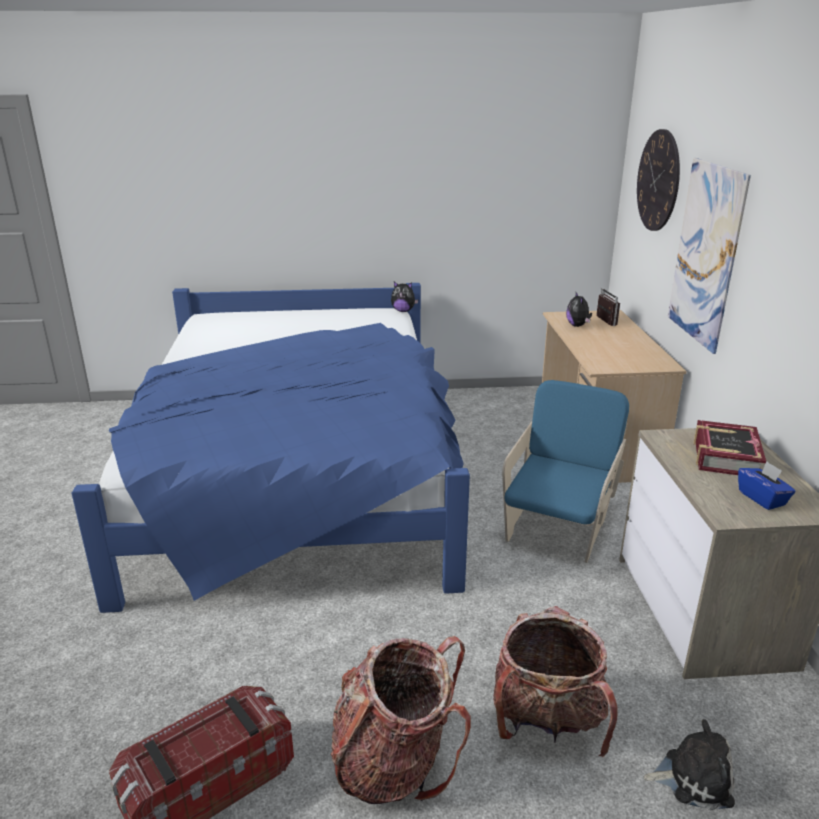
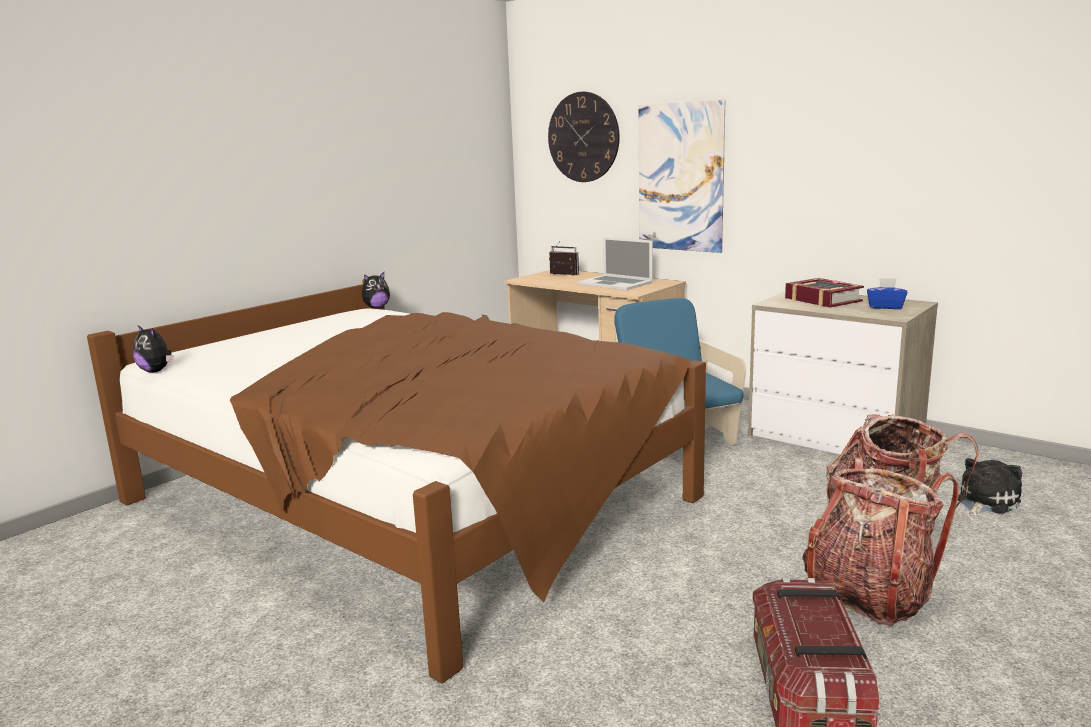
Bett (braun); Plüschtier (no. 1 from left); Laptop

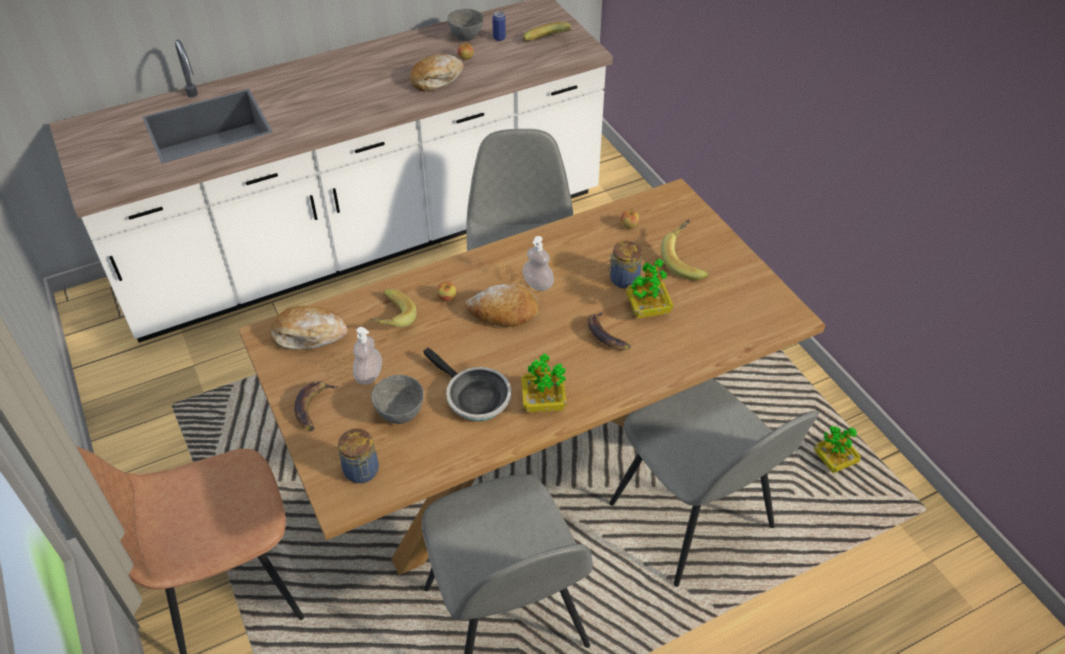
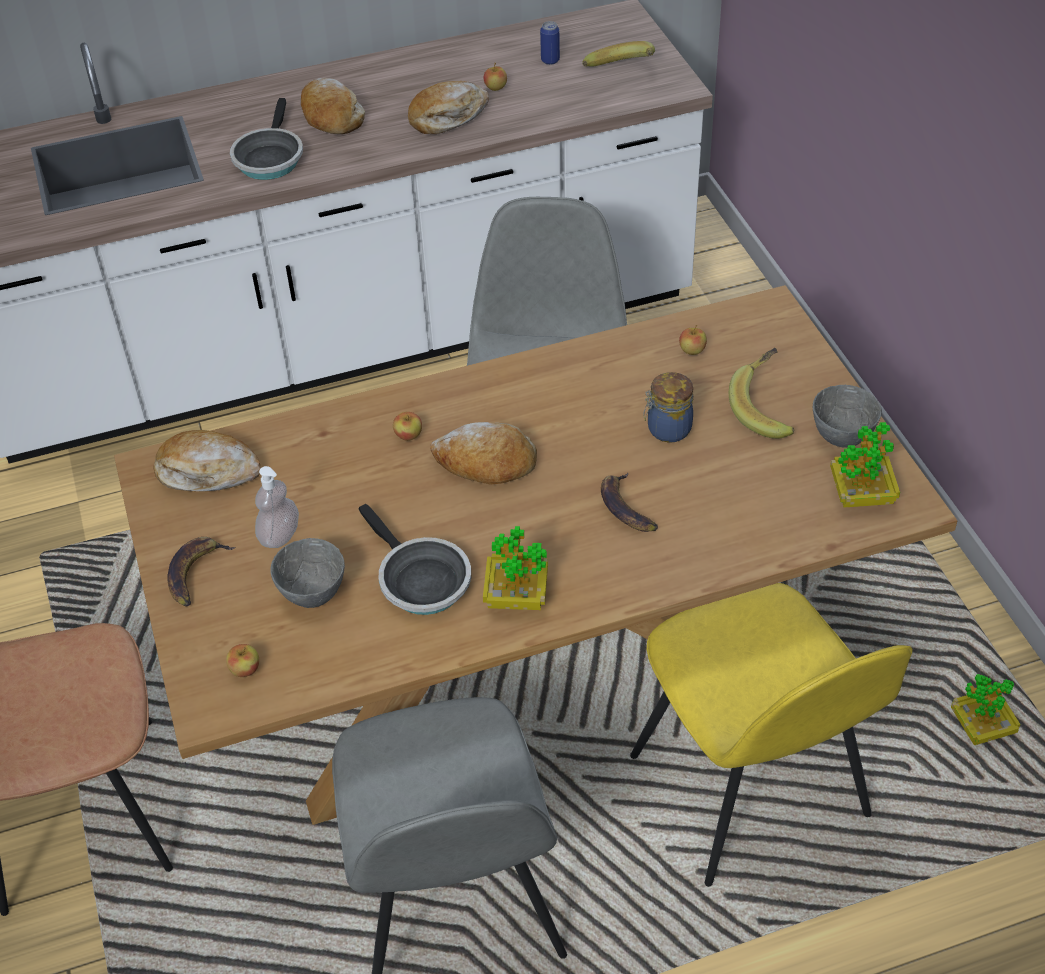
Apfel (no. 1 from left); Pfanne (no. 1 from left); Brot (no. 2 from left); Stuhl (gelb); Schüssel (grau) (no. 2 from left); Topfpflanze (no. 2 from left); Banane (no. 2 from left in the first image); Seifenspender (no. 2 from left in the first image)

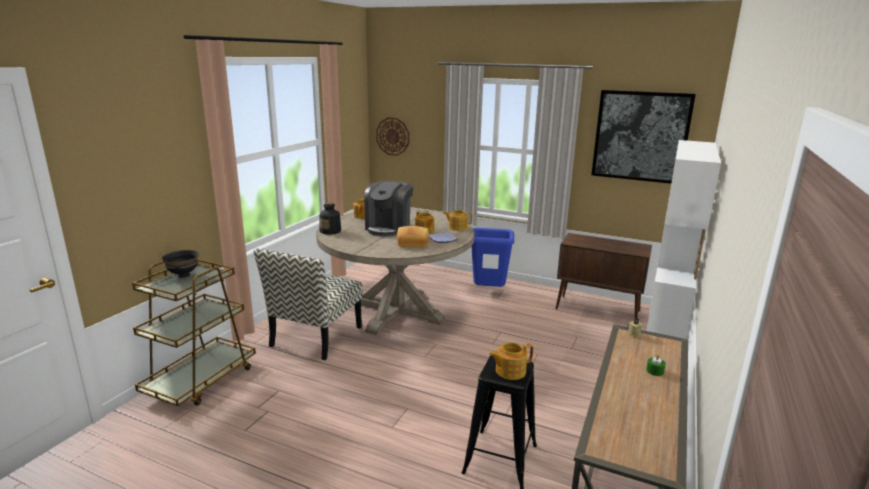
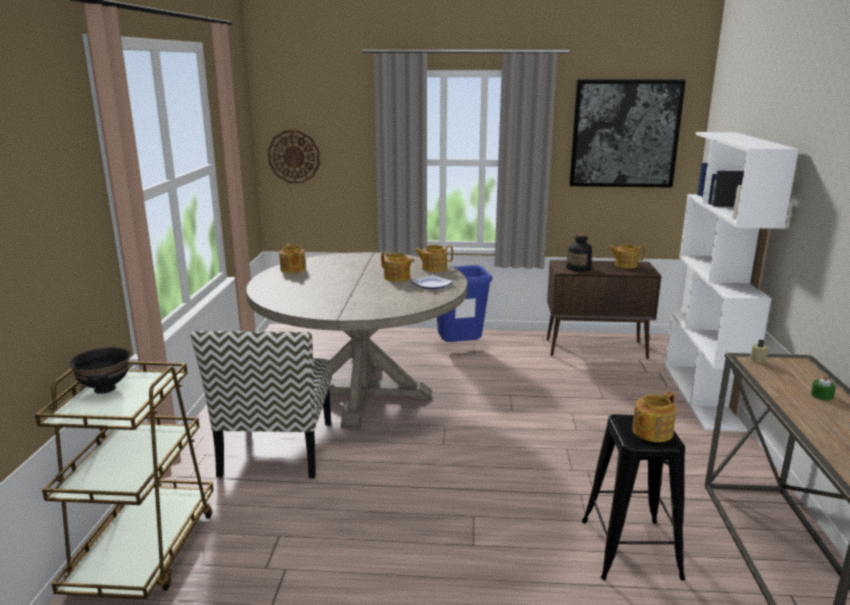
Flasche; Teekanne (no. 4 from left); Kaffeemaschine; Brot

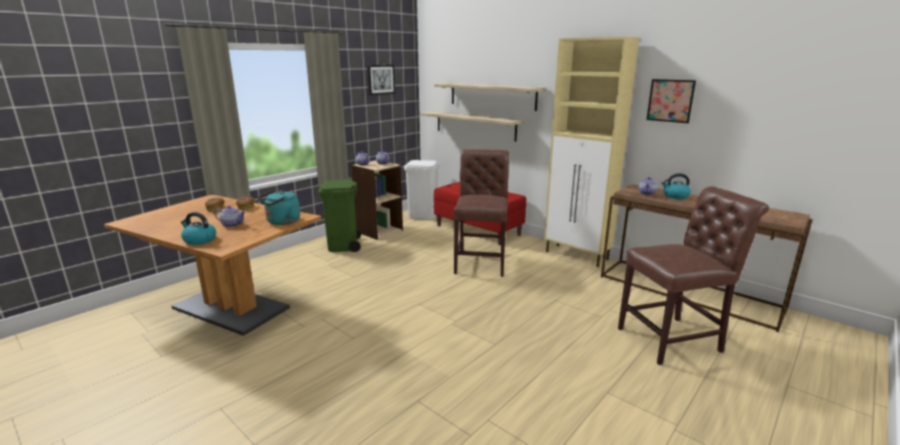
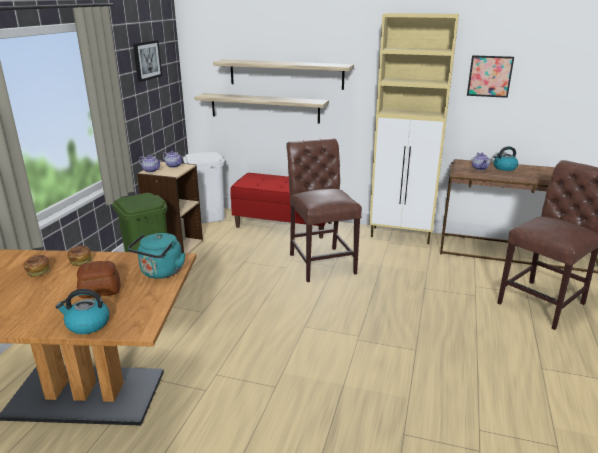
Brot (no. 3 from left)

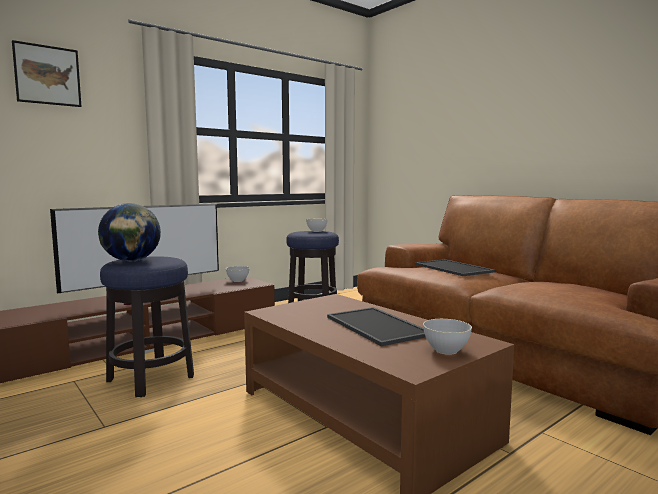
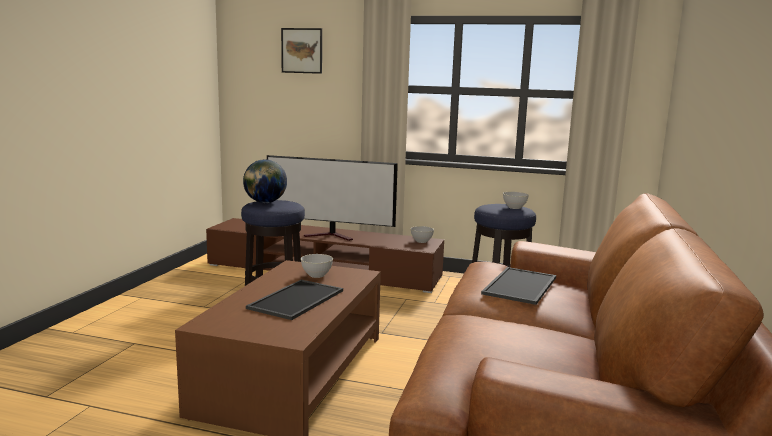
Schüssel (grau) (no. 1 from left)

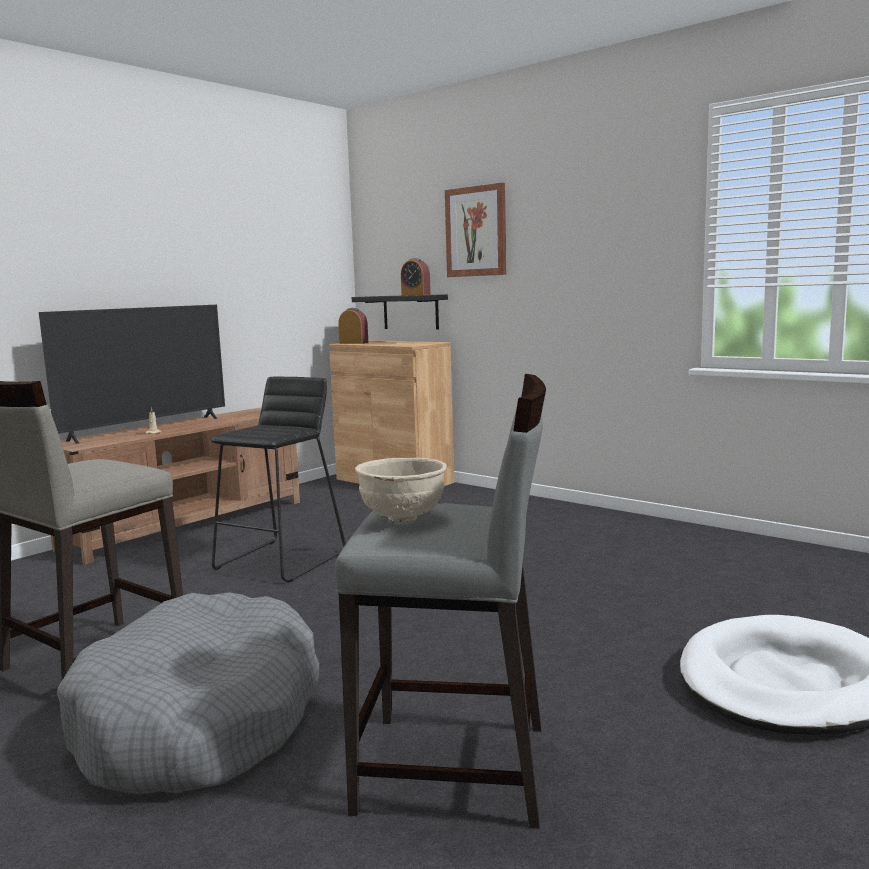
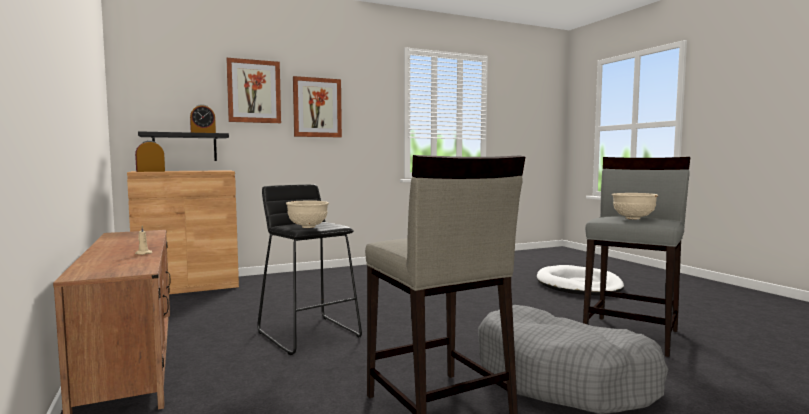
Schüssel (beige) (no. 1 from left); Bild (no. 2 from left); Fernseher

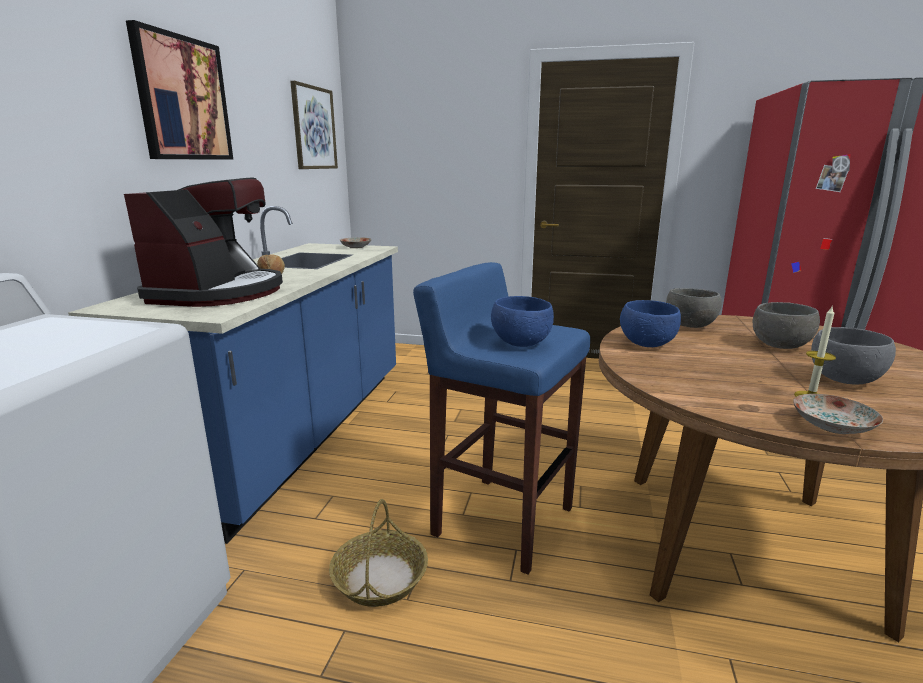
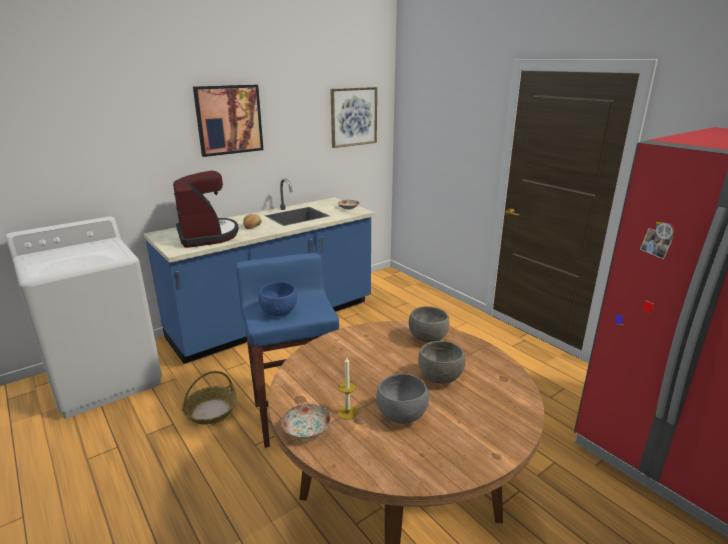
Kaffeemaschine; Schüssel (blau) (no. 2 from left in the first image)

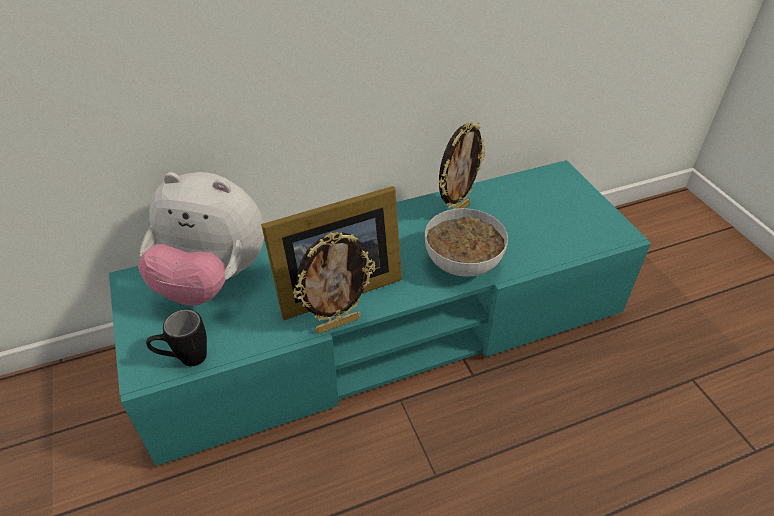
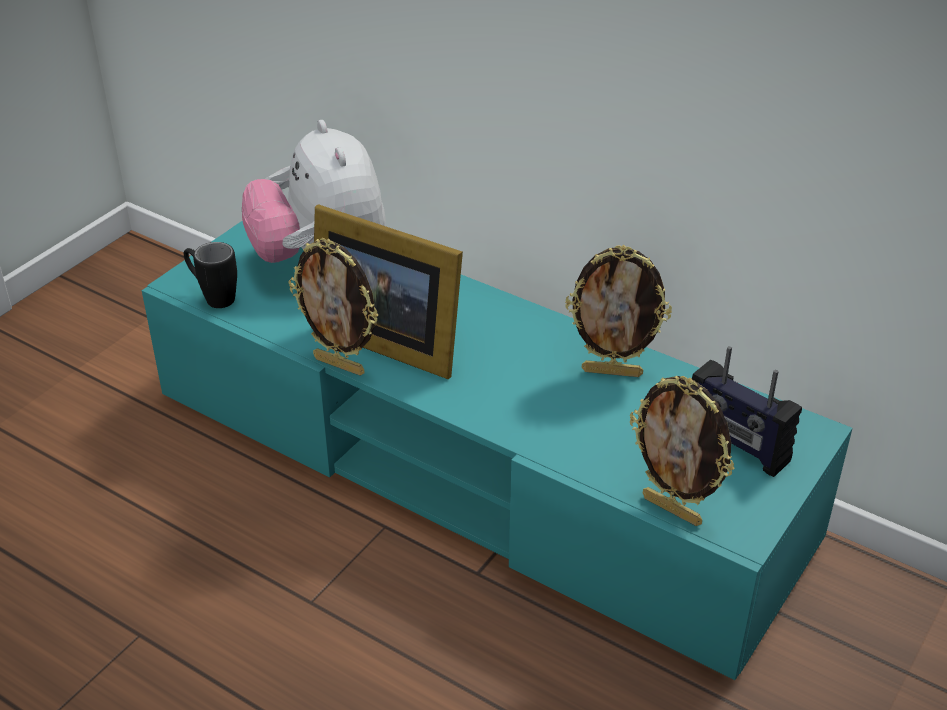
Bilderrahmen (no. 4 from left); Radio; Schüssel

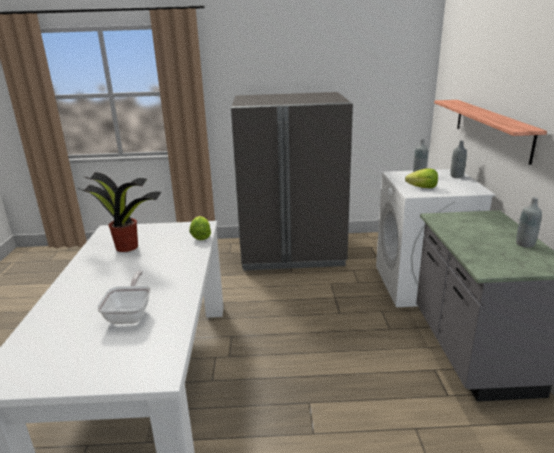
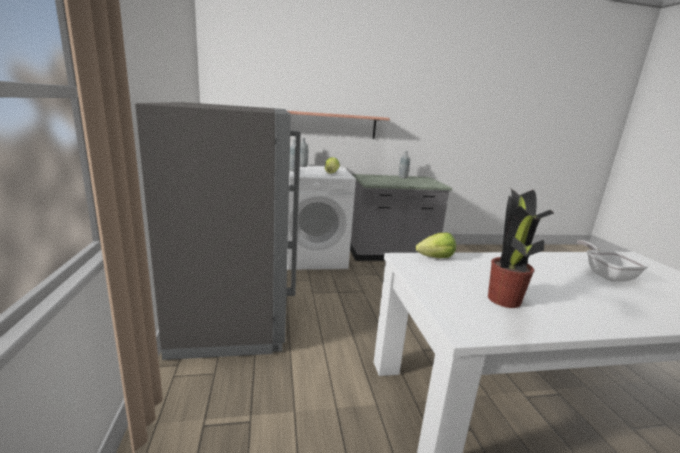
Pfanne

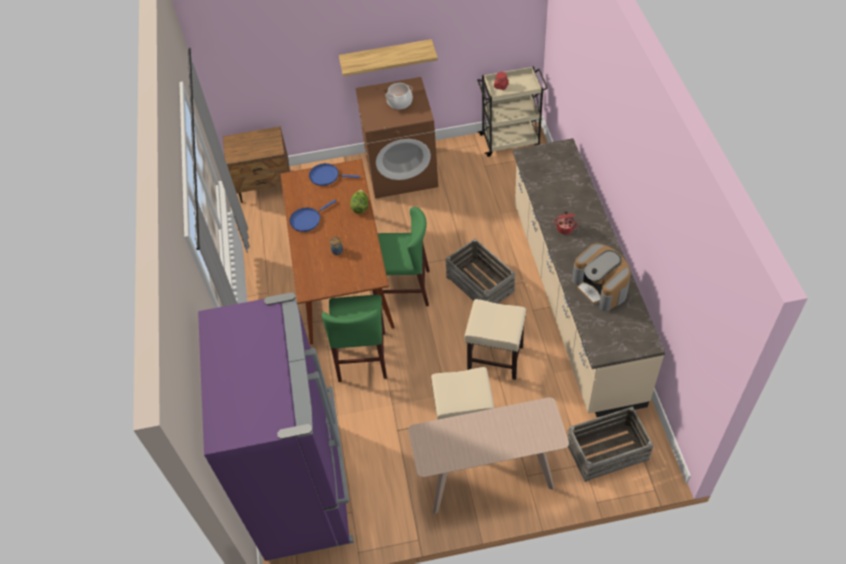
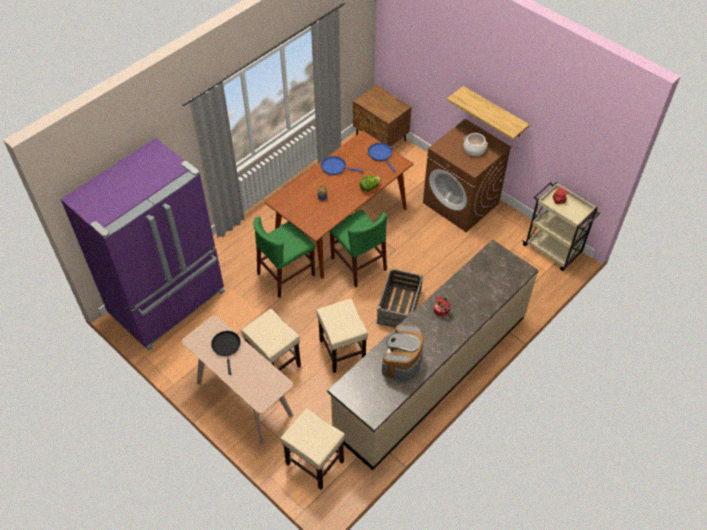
Pfanne (schwarz); Hocker (beige) (no. 2 from left)

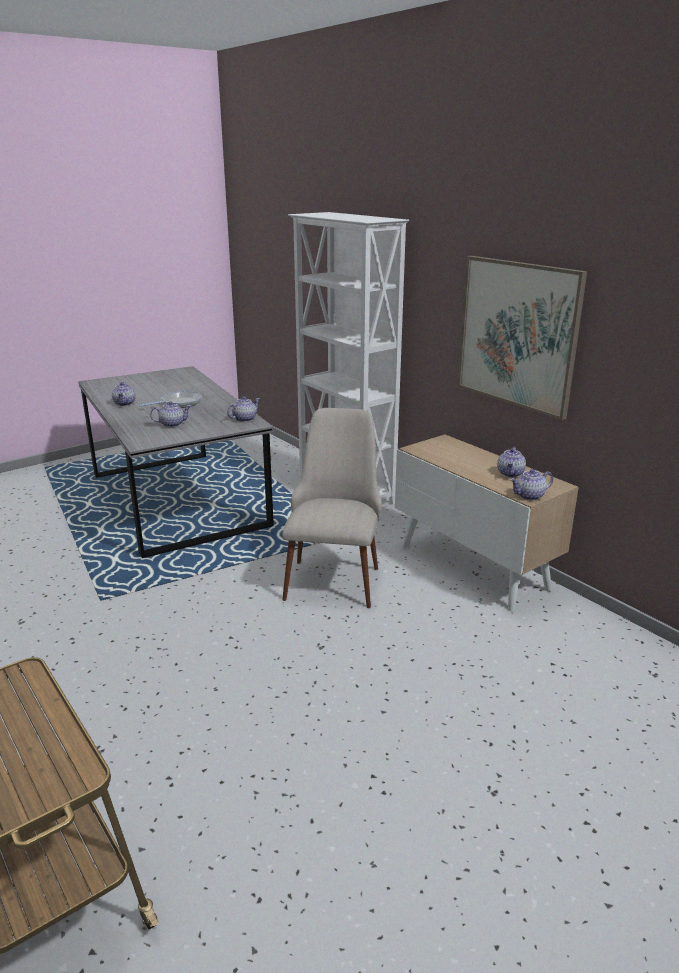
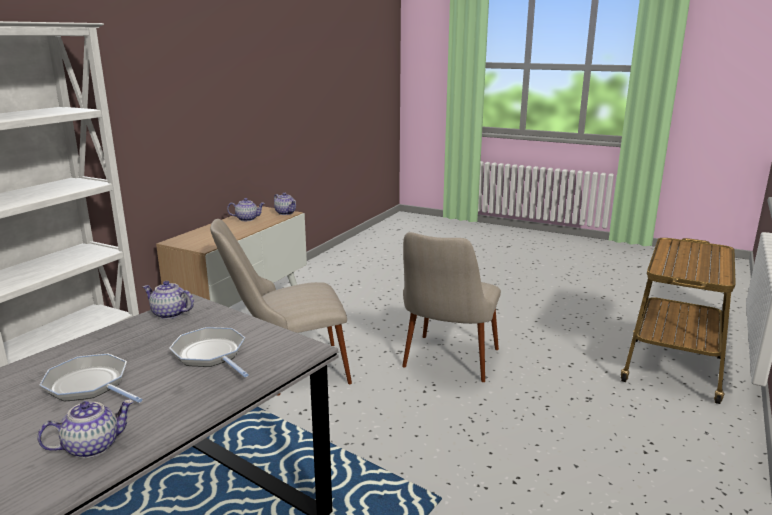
Pfanne (no. 2 from left); Stuhl (beige) (no. 2 from left); Bild

